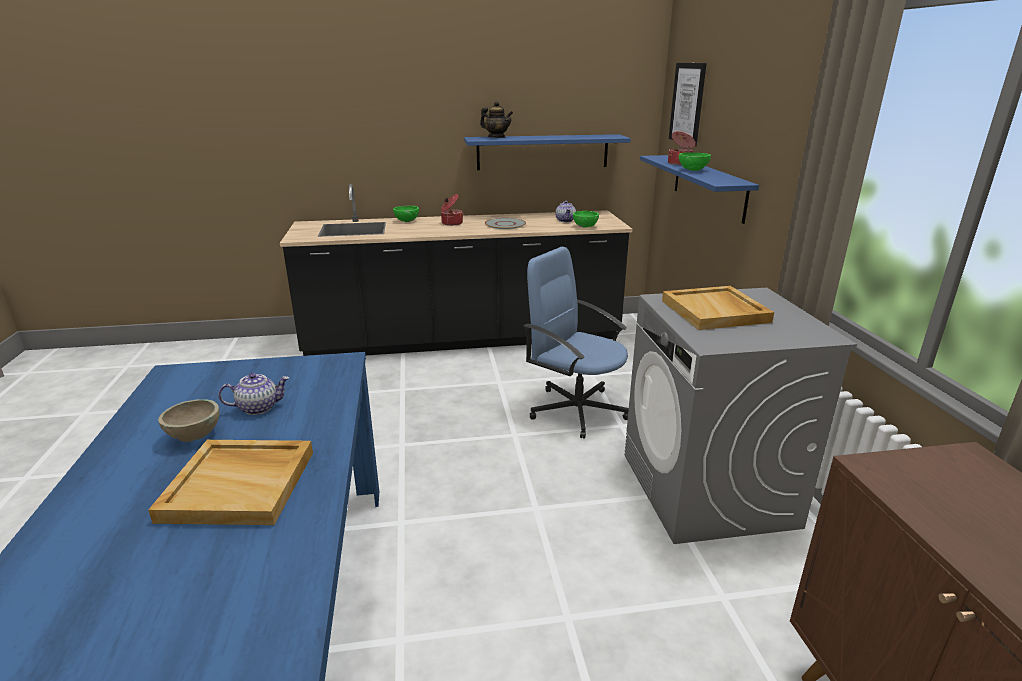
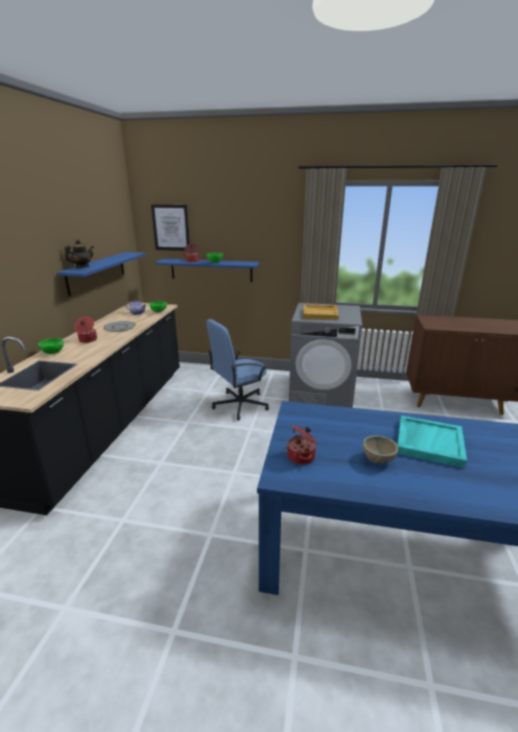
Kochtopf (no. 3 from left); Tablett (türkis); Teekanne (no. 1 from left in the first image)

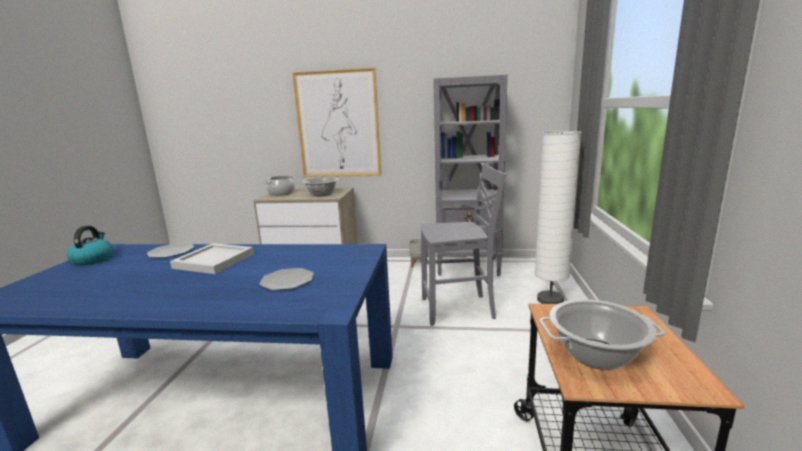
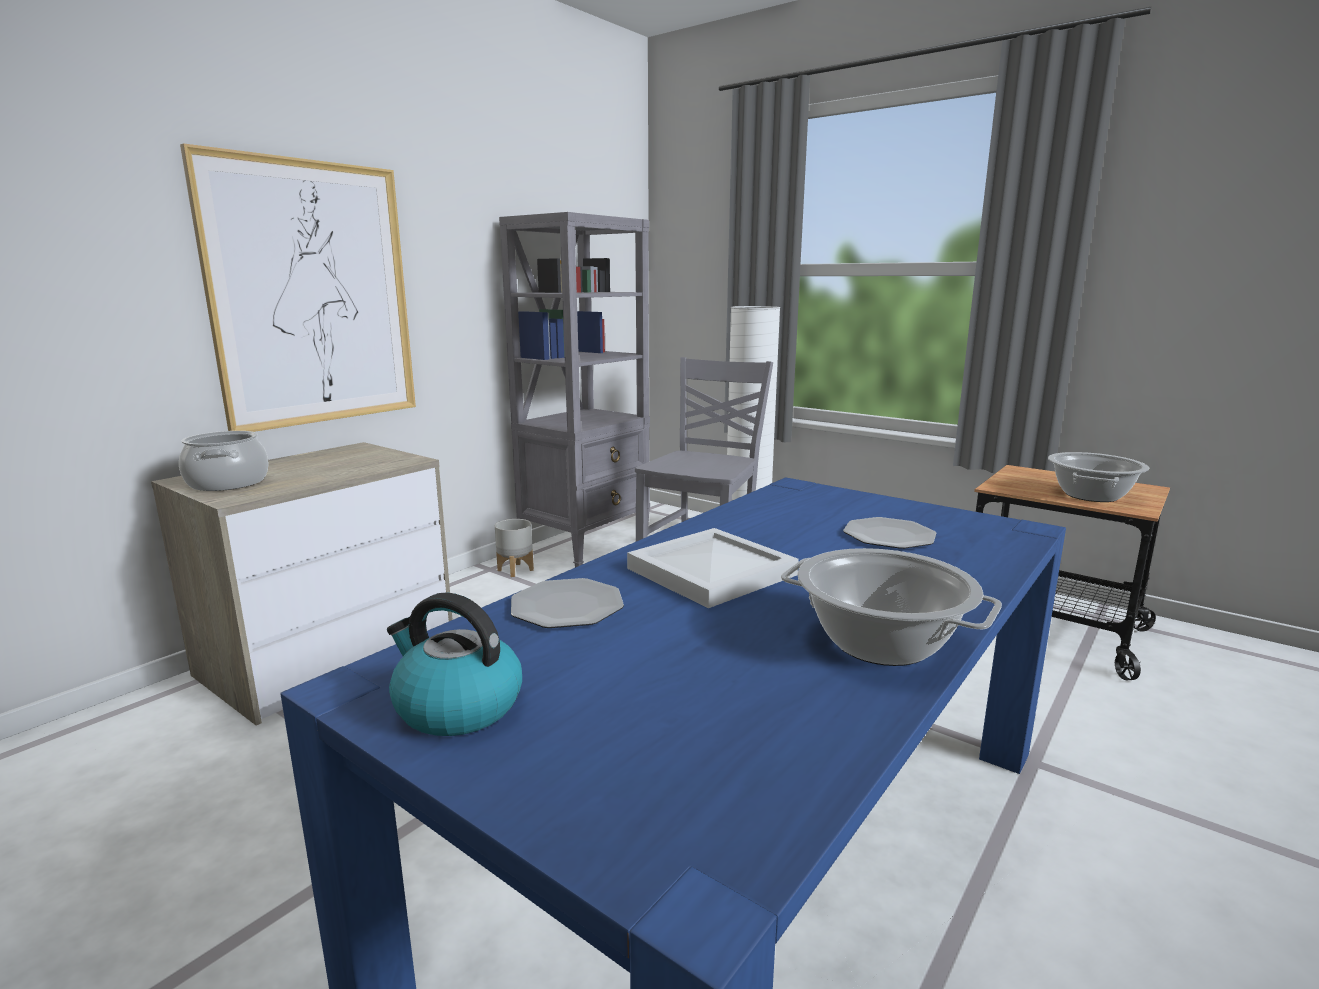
Kochtopf (no. 2 from left)

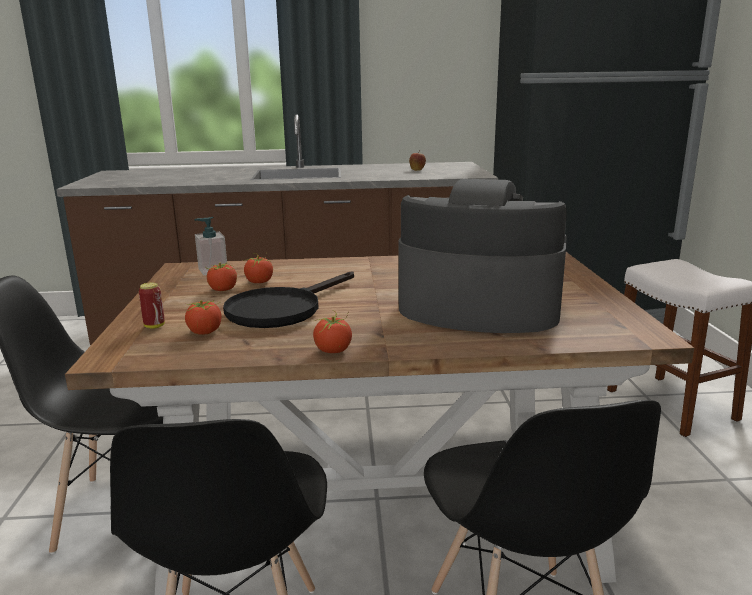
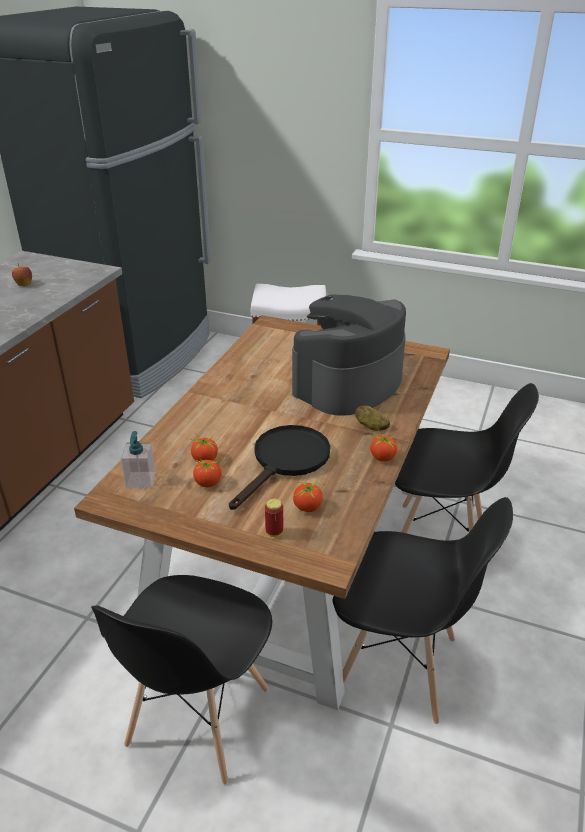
Pfanne (schwarz); Kartoffel

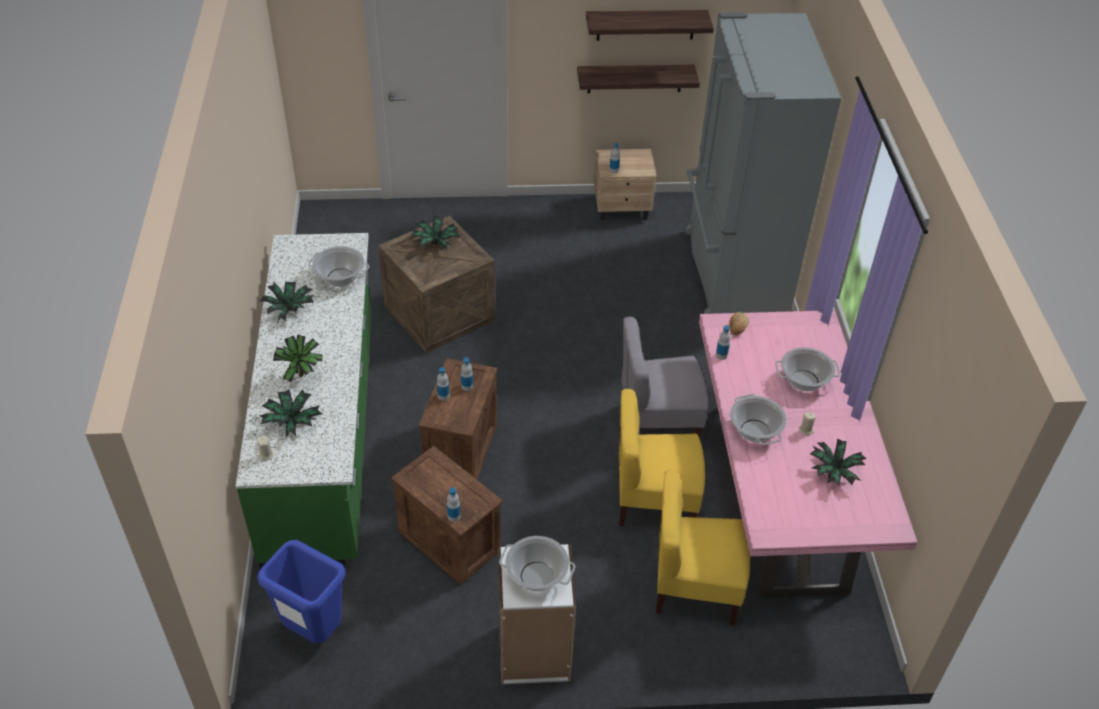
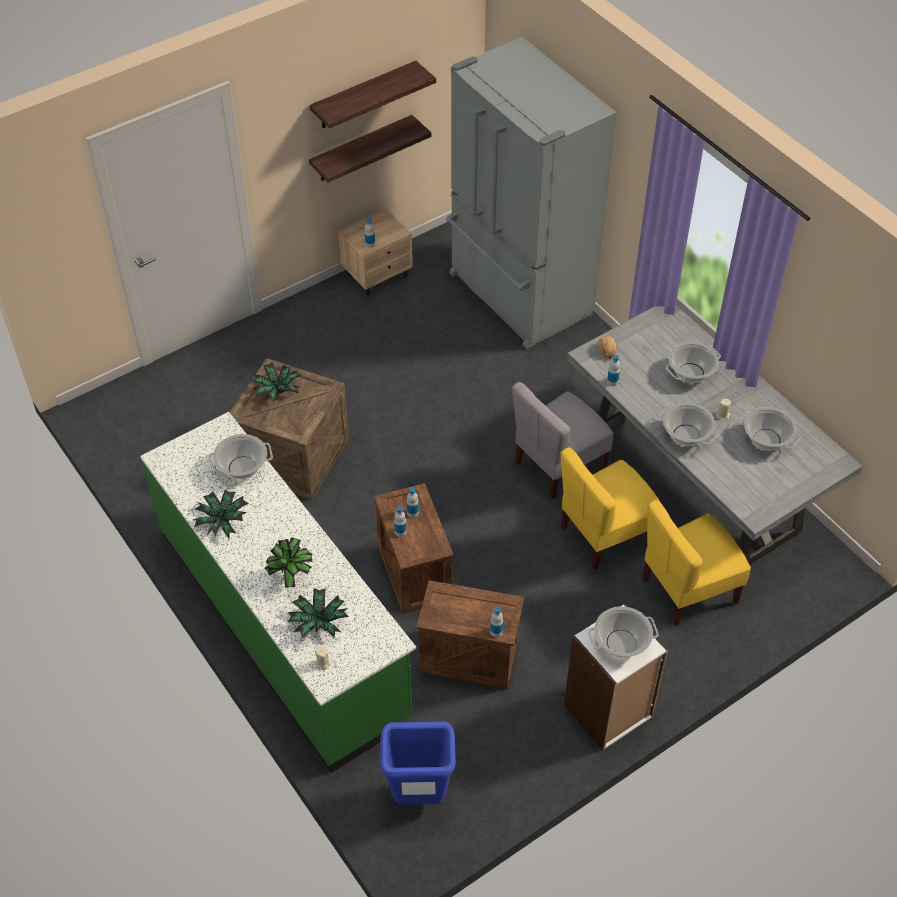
Esstisch (grau); Kochtopf (no. 5 from left)

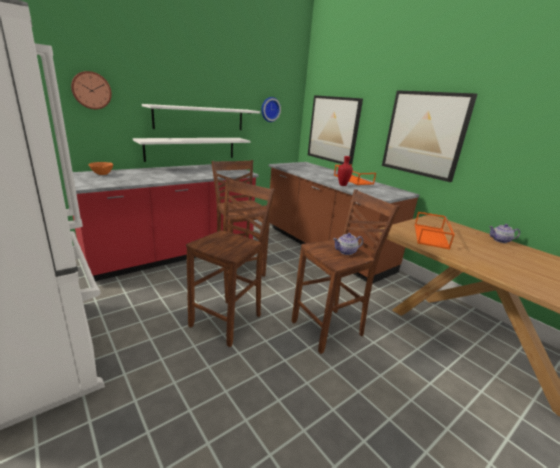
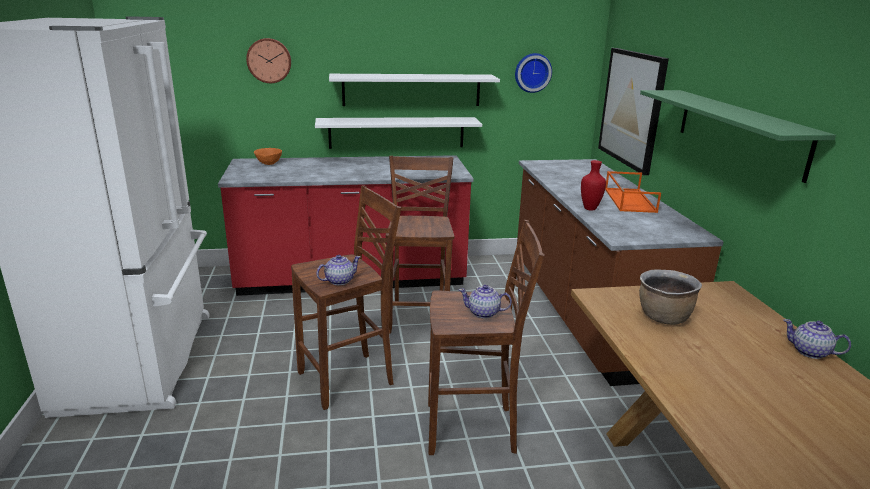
Teekanne (no. 1 from left); Kochtopf (braun); Wandregal (grün)

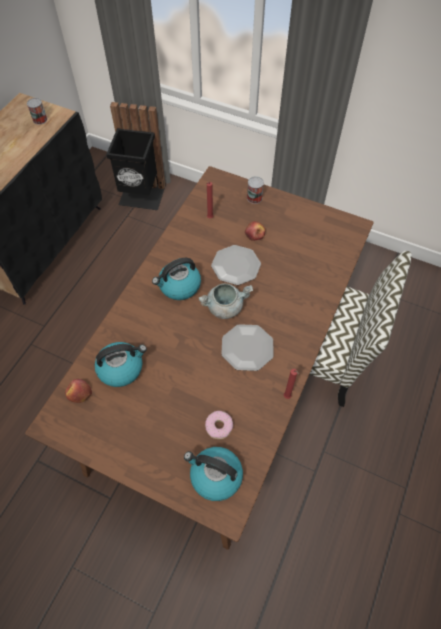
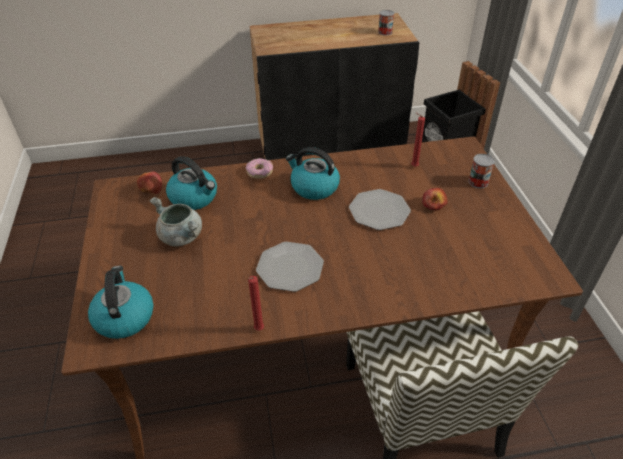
Kochtopf (grau); Donut

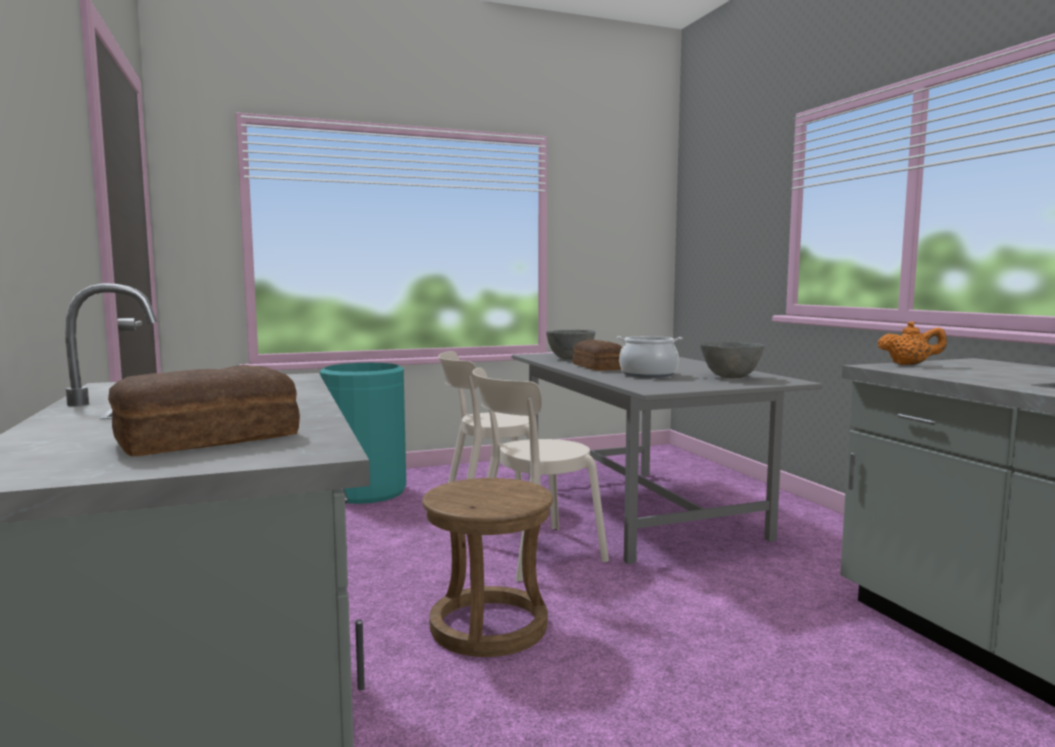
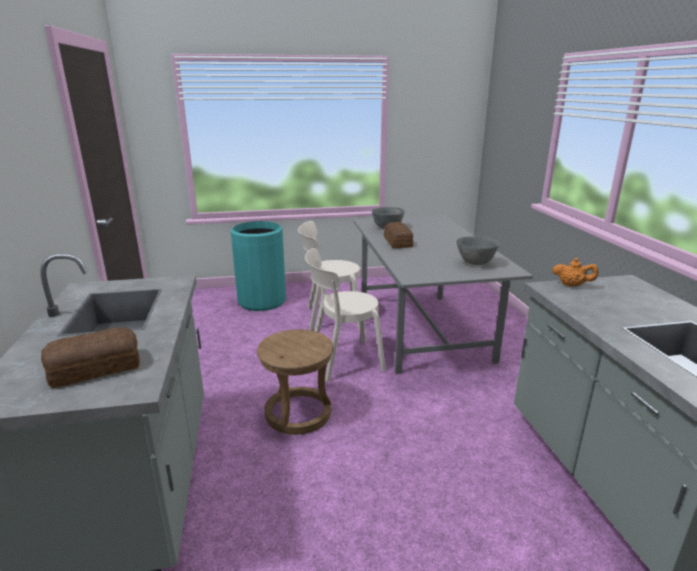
Kochtopf

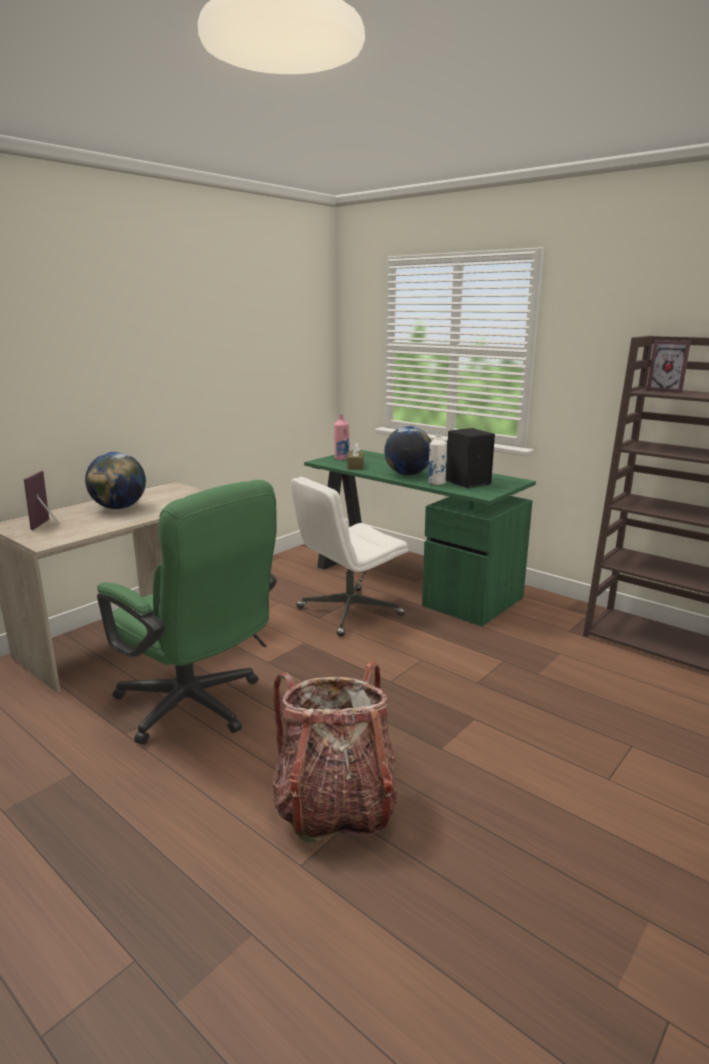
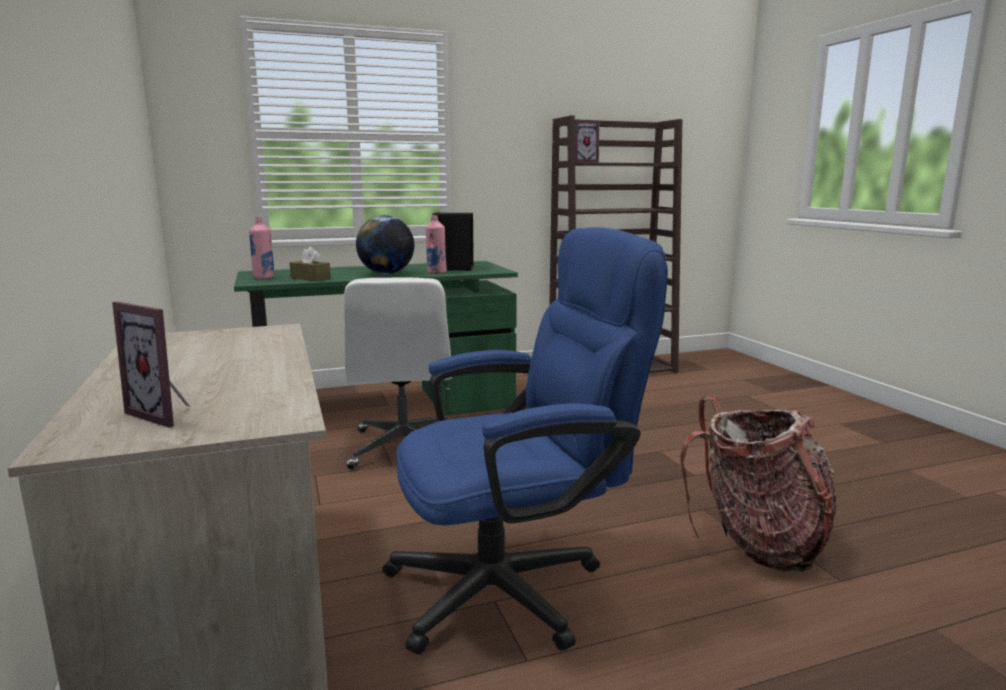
Bürostuhl (blau); Flasche (rosa) (no. 2 from left); Globus (no. 1 from left in the first image)

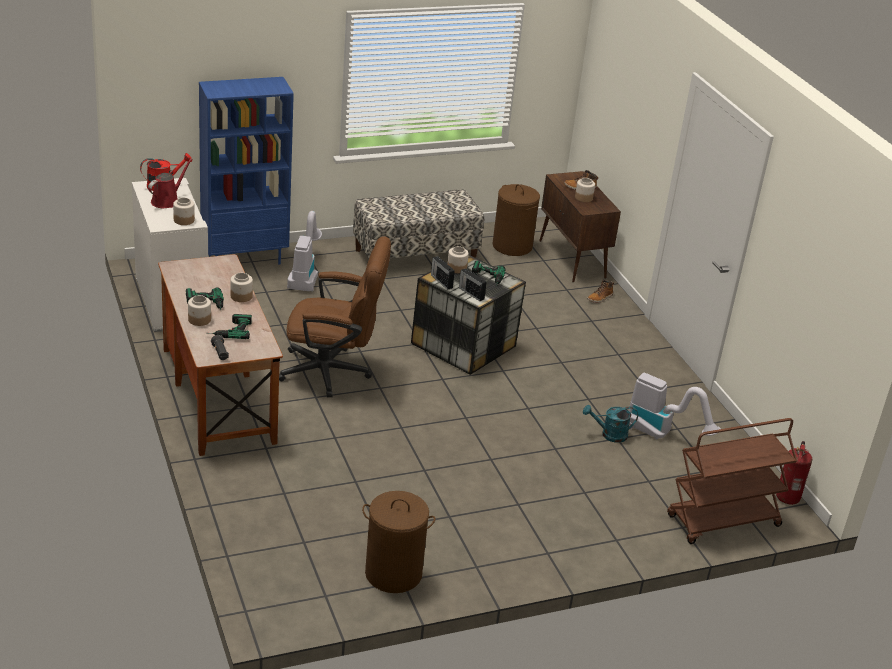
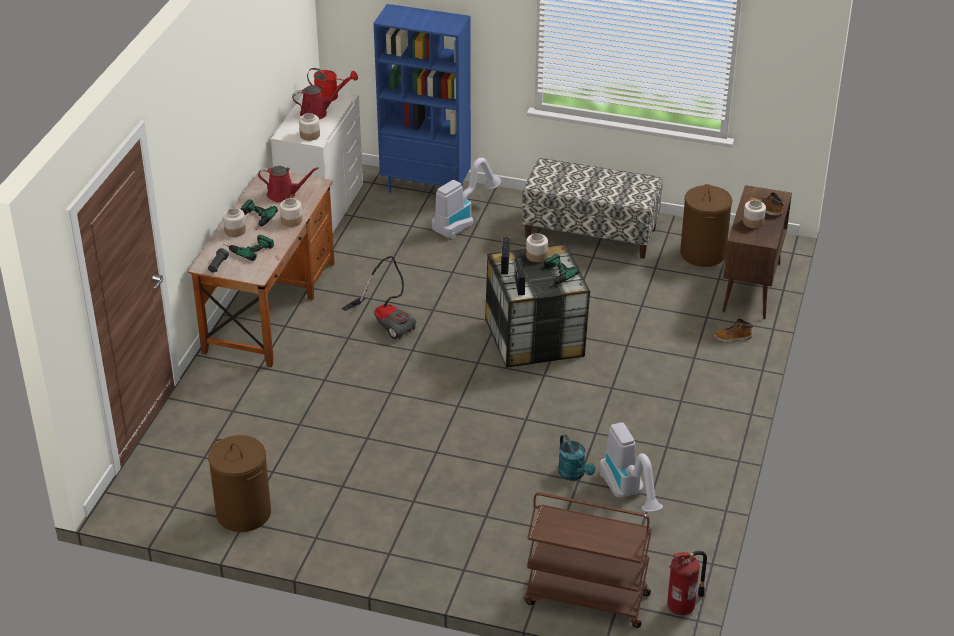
Gießkanne (rot) (no. 1 from left); Staubsauger (no. 1 from left); Gießkanne (türkis)

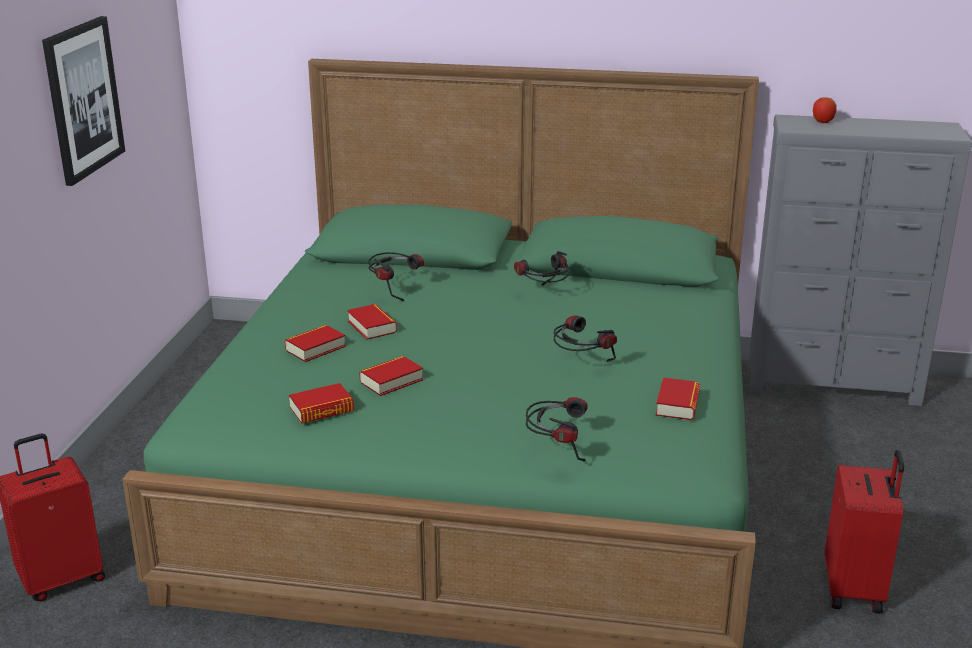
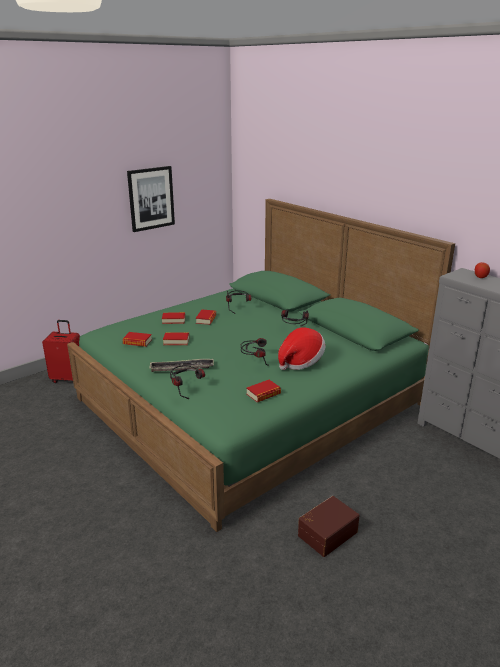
Tablett; Hut; Aufbewahrungsbox (braun)

